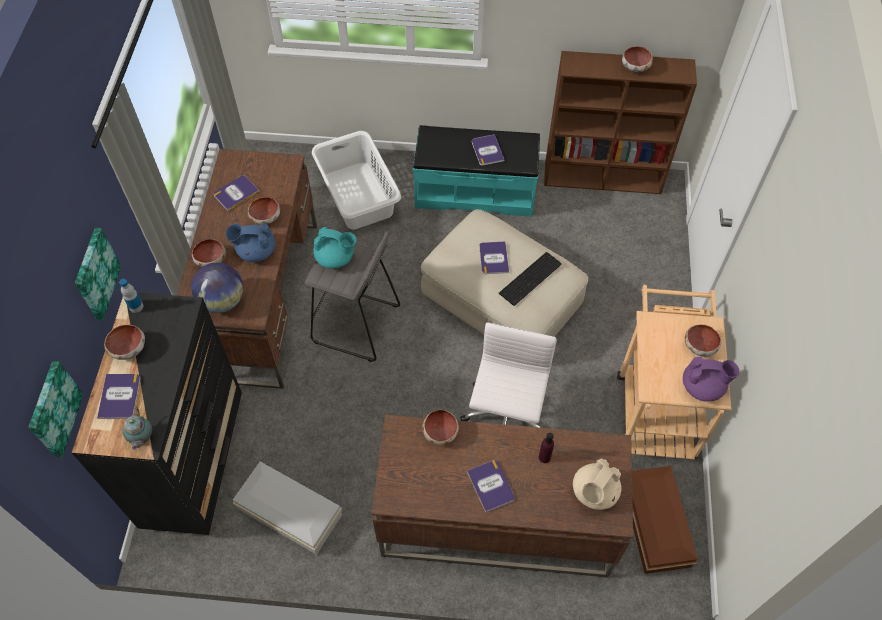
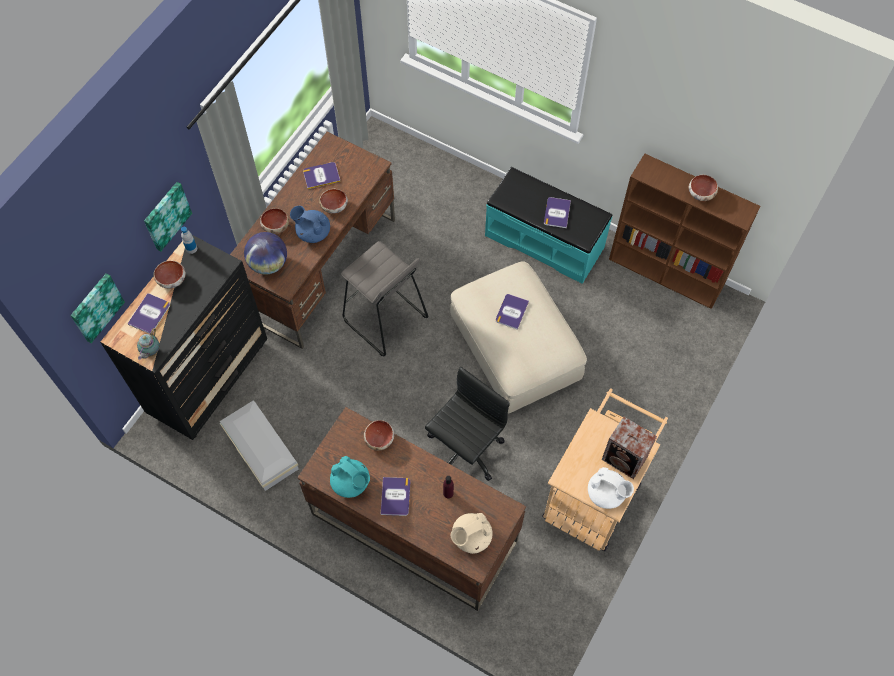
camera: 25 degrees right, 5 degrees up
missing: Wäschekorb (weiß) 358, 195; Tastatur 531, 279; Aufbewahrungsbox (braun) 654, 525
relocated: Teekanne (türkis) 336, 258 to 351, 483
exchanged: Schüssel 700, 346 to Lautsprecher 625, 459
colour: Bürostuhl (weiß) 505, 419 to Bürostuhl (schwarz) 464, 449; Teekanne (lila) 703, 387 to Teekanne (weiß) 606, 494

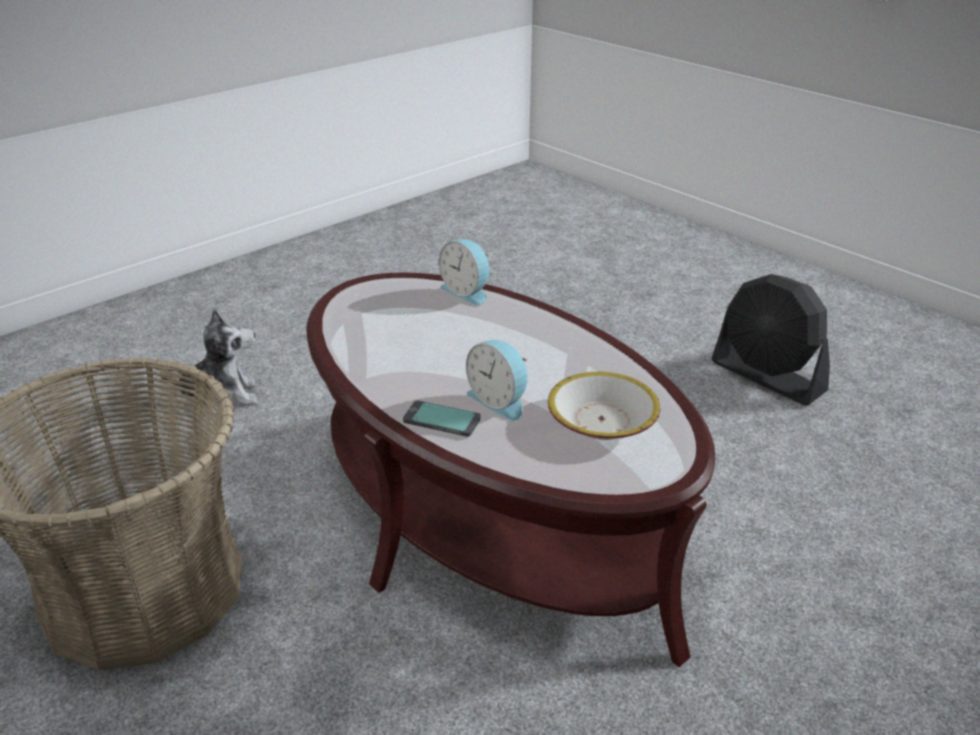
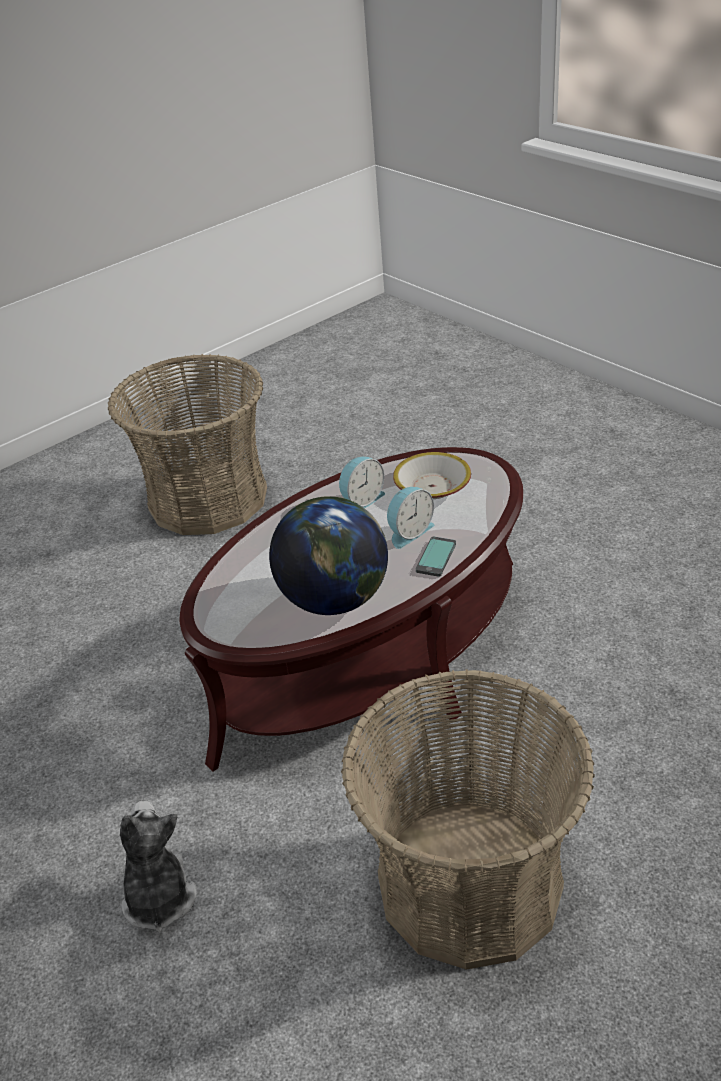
camera: 85 degrees left, 5 degrees up
appeared: Globus 335, 599
relocated: Wecker 467, 292 to 361, 500
exchanged: Ventilator (schwarz) 768, 377 to Korb 208, 498

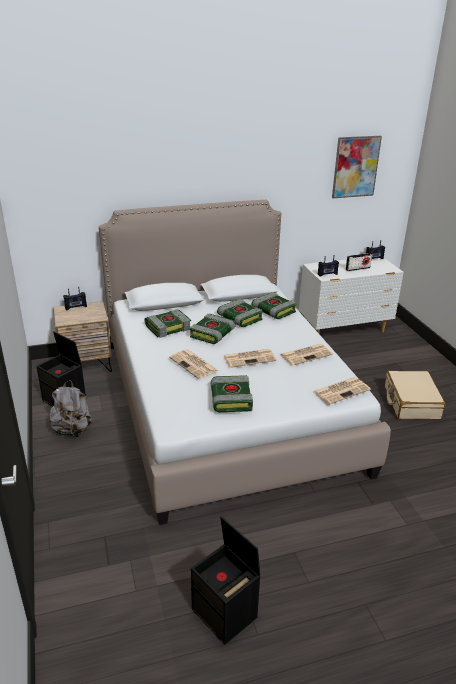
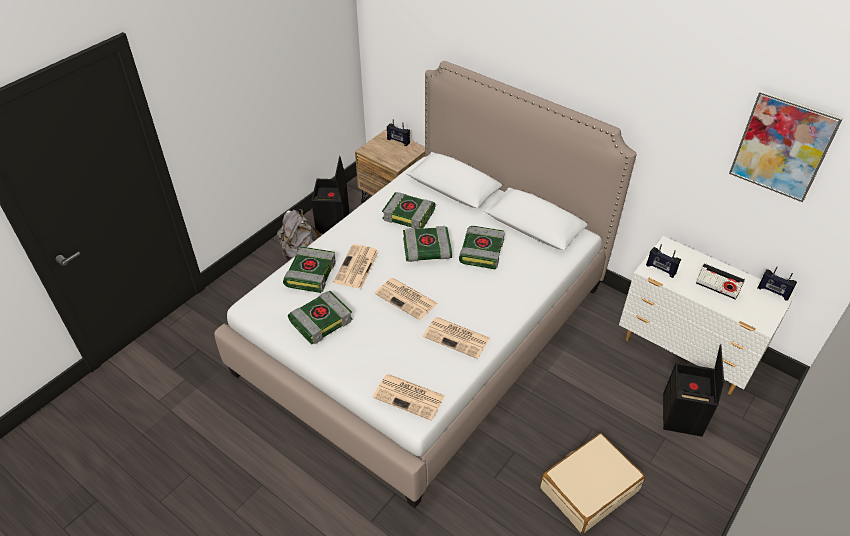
camera: 55 degrees right, 15 degrees up
relocated: Buch 272, 310 to 310, 273; Aufbewahrungsbox (schwarz) 226, 613 to 683, 416

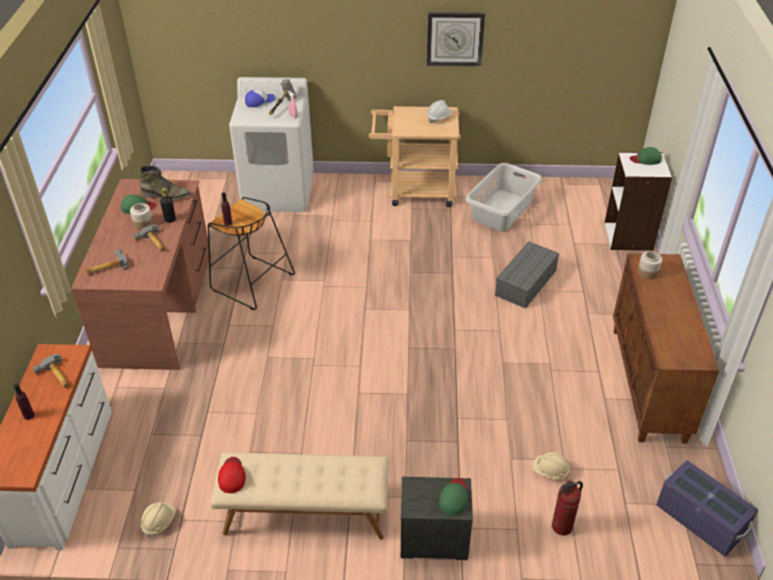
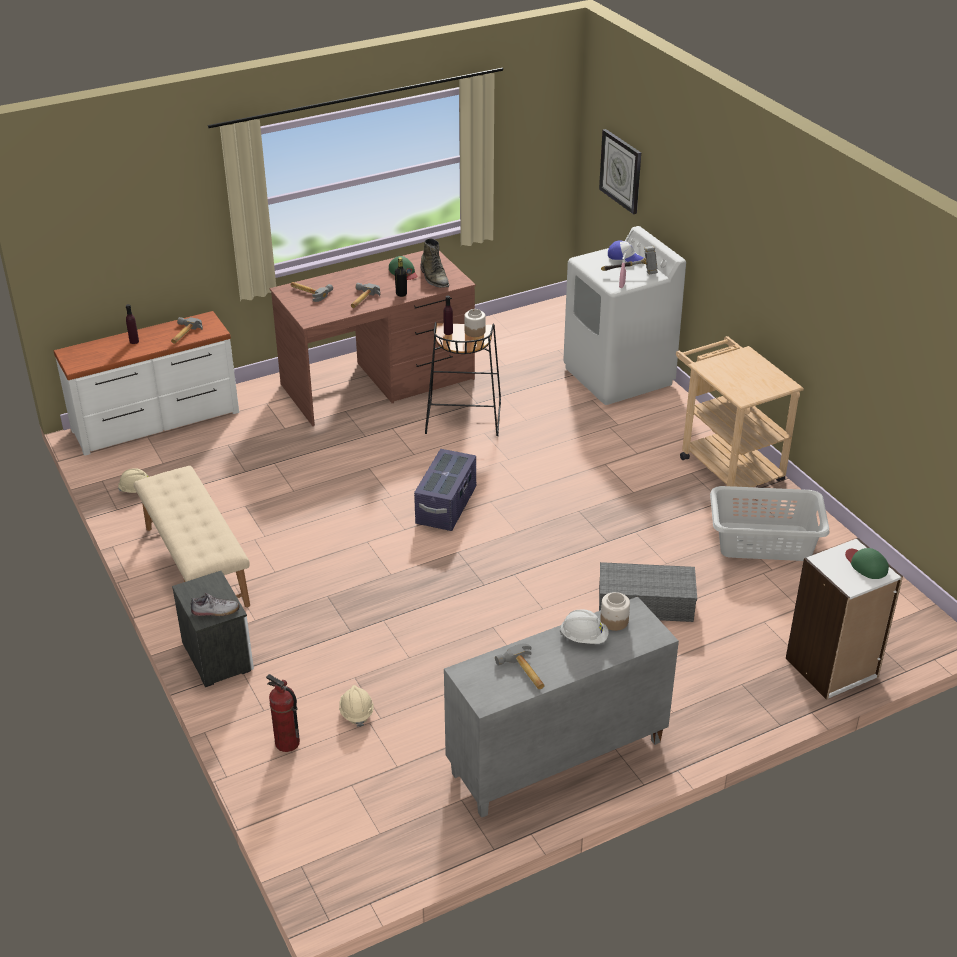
camera: 60 degrees right, 5 degrees down
missing: Kappe (rot) 232, 476
appeared: Hammer 524, 673
relocated: Aufbewahrungsbox (lila) 700, 519 to 446, 506; Vorratsglas 143, 223 to 474, 331; Schutzhelm (weiß) 439, 118 to 584, 637; Wanduhr 455, 39 to 621, 171
exchanged: Kappe (grün) 454, 497 to Schuh 215, 611
colour: Schrank (braun) 649, 384 to Schrank (grau) 556, 759

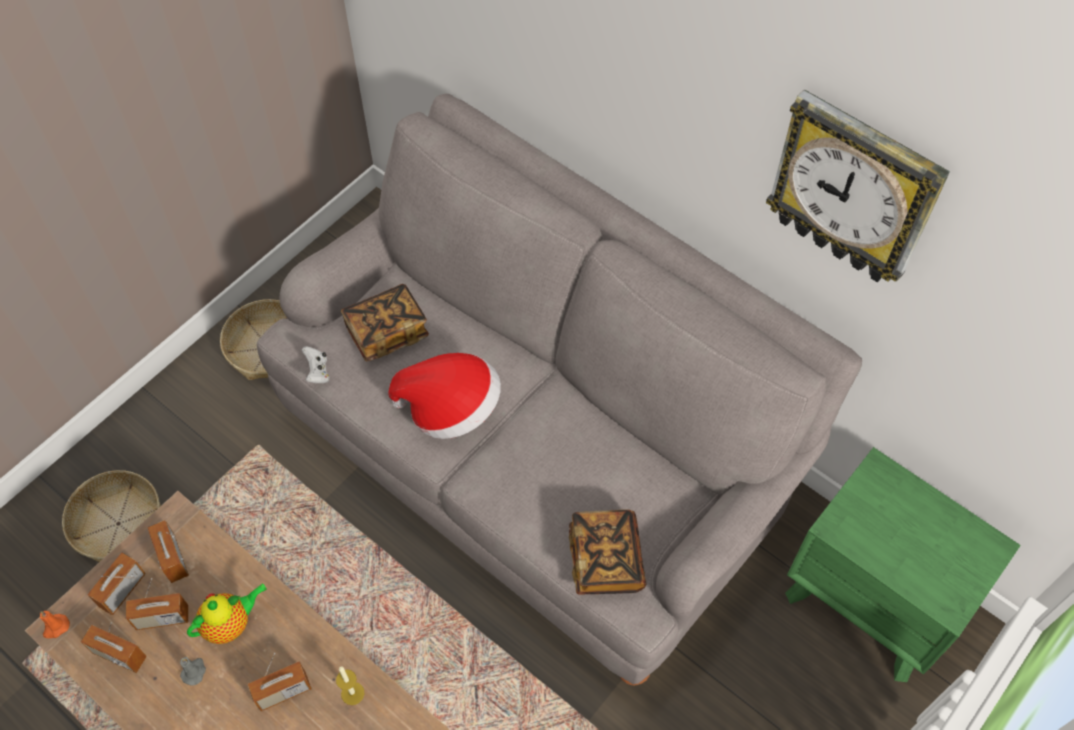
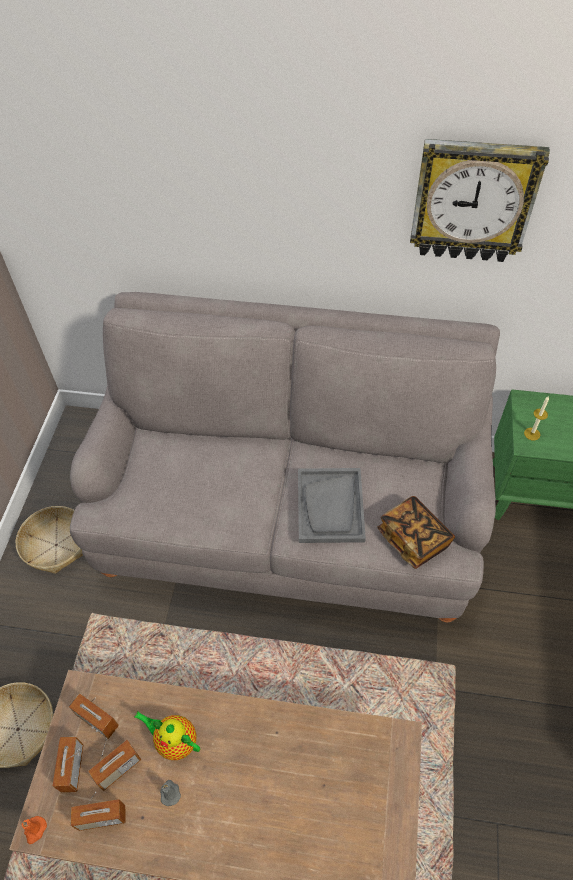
camera: 30 degrees left, 5 degrees down
missing: Radio 283, 692; Gamepad (weiß) 318, 372; Buch 386, 332; Hut 451, 408
appeared: Tablett (grau) 330, 506
relocated: Kerze 352, 693 to 532, 434
spun: Teekanne 230, 624 = 174, 740 90 degrees counterclockwise

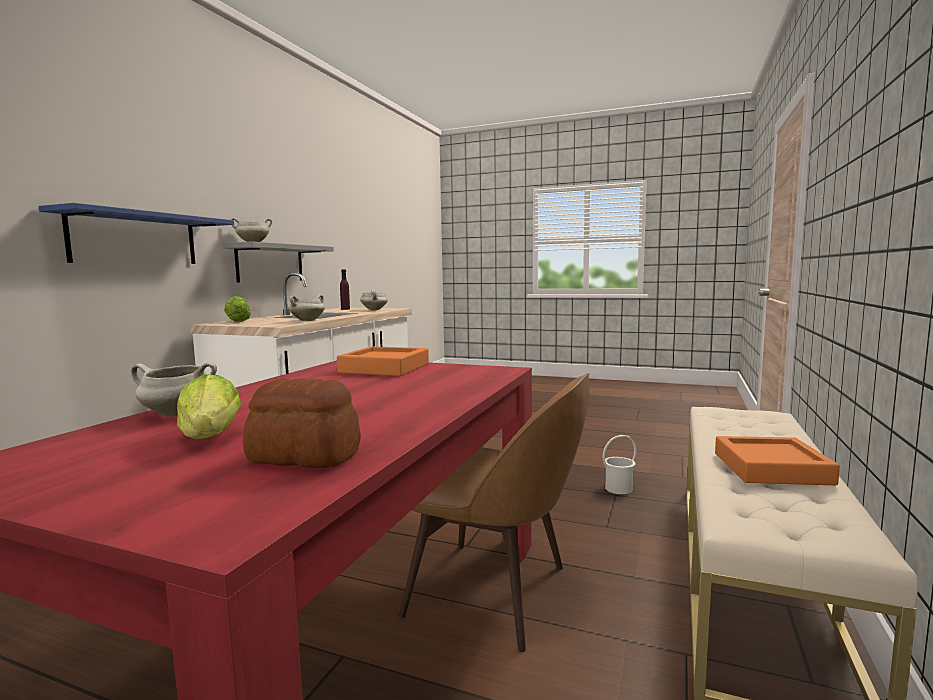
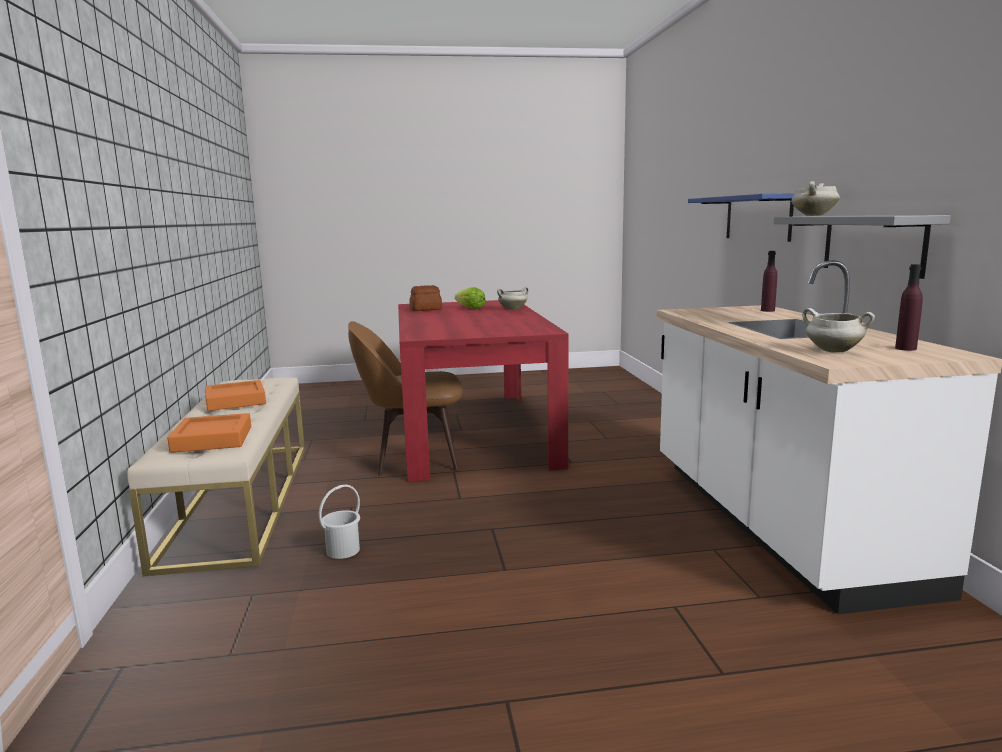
camera: 150 degrees right, 5 degrees up
missing: Kochtopf (weiß) 308, 320
relocated: Tablett (orange) 384, 368 to 212, 439
exchanged: Salatkopf 237, 321 to Flasche (lila) 767, 310

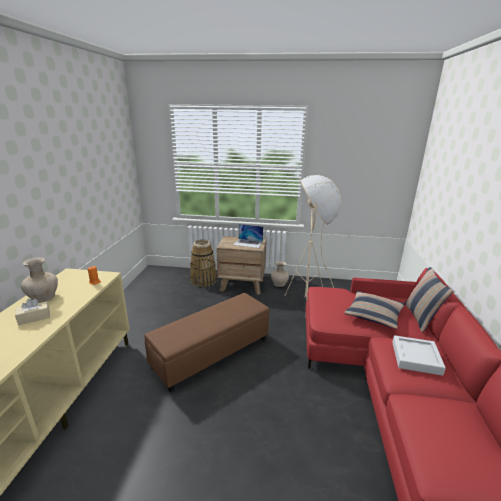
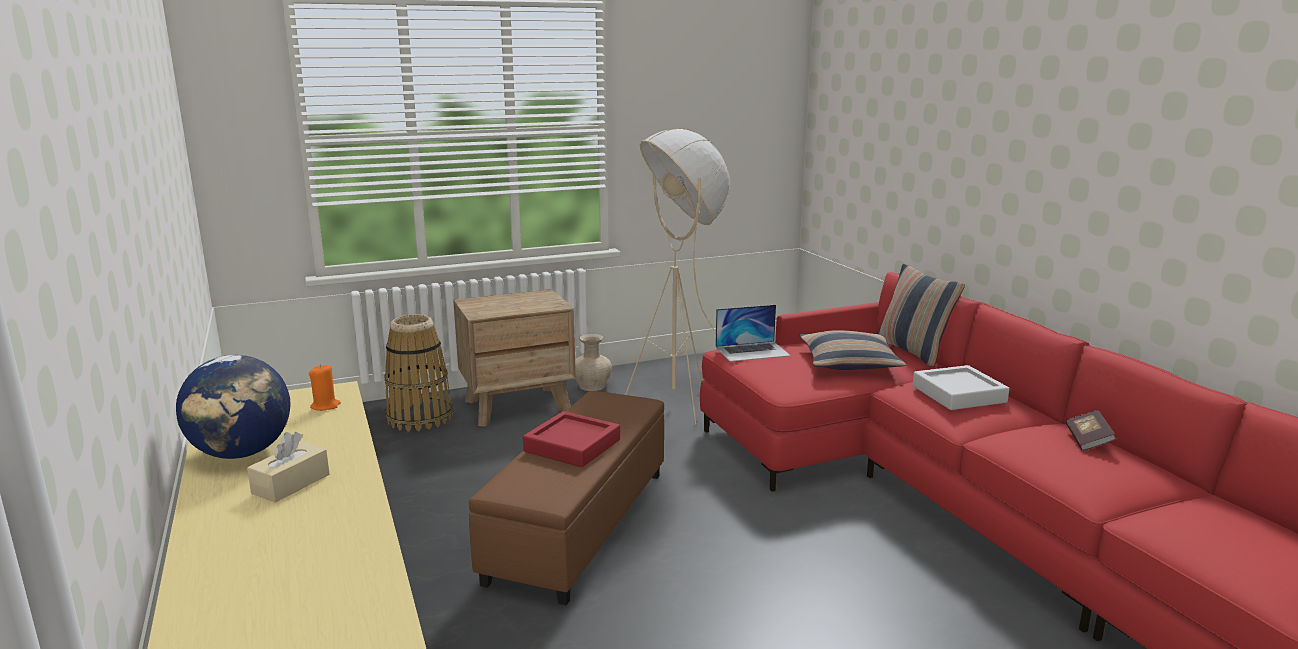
camera: 30 degrees left, 5 degrees down
appeared: Tablett (rot) 572, 445; Buch 1088, 440
relocated: Laptop 248, 243 to 752, 351
exchanged: Vase (beige) 43, 297 to Globus 242, 453

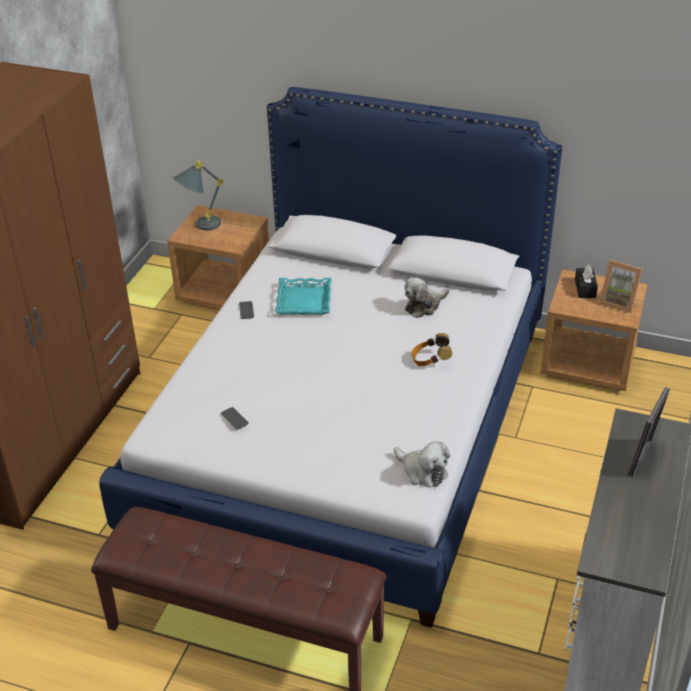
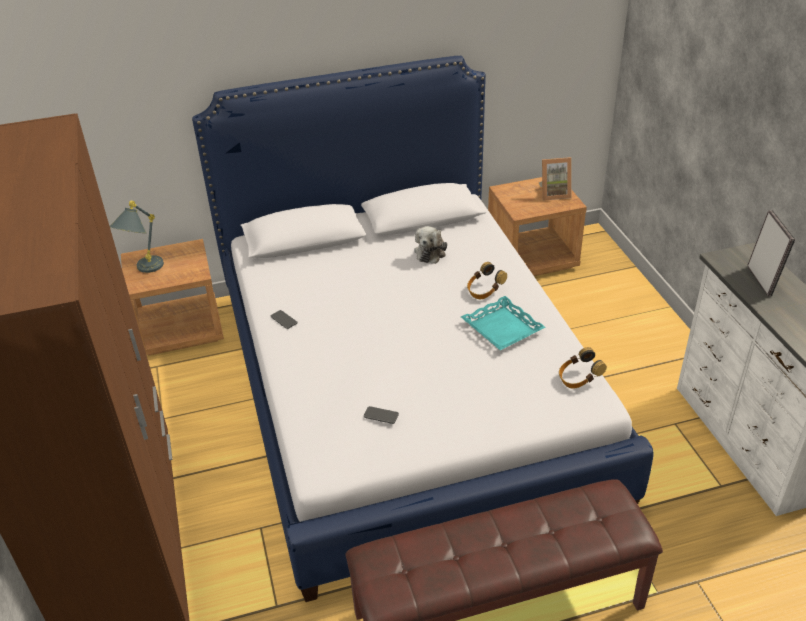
camera: 35 degrees left, 0 degrees up
missing: Taschentuchbox (schwarz) 585, 288
relocated: Tablett (türkis) 304, 301 to 502, 328
exchanged: Plüschtier 422, 471 to Kopfhörer 578, 379

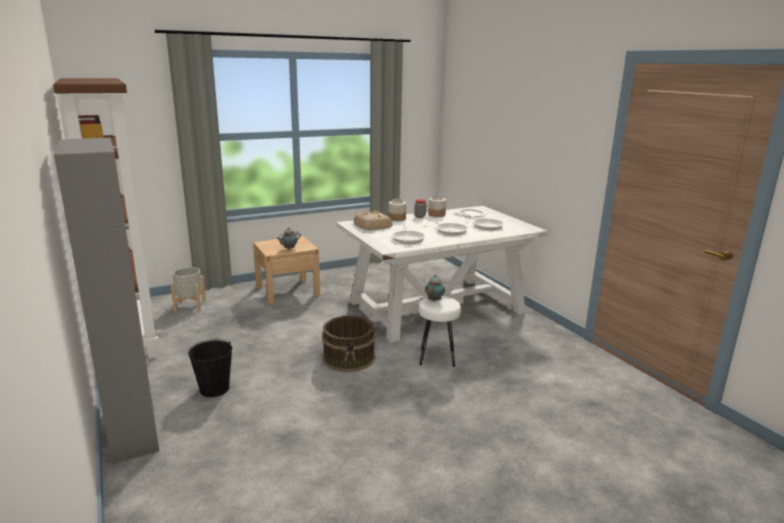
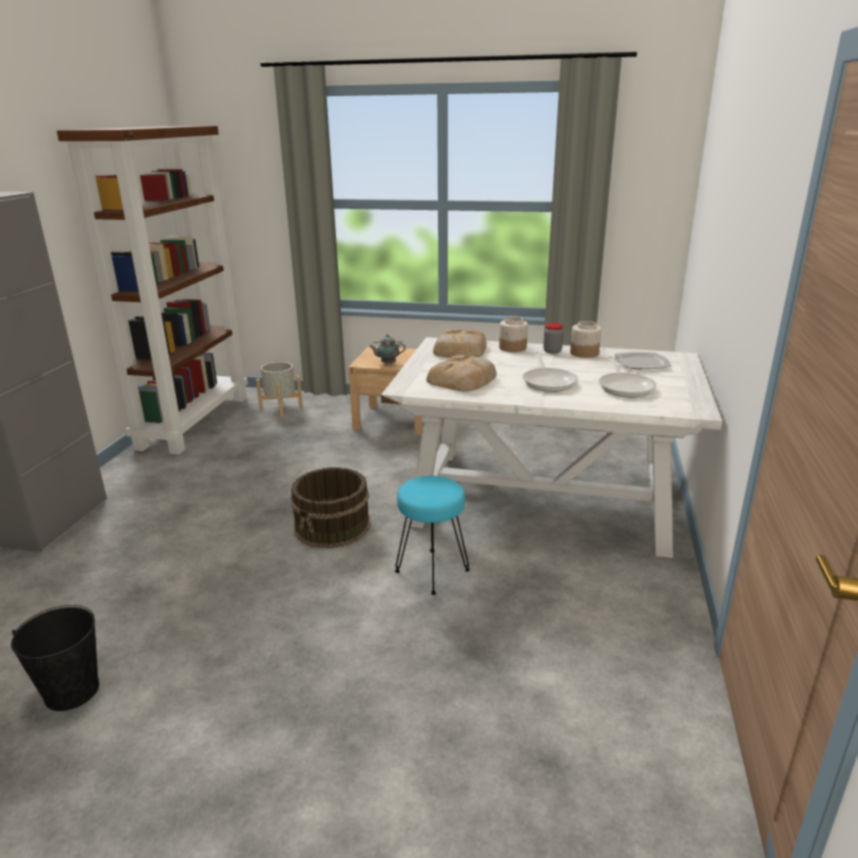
camera: 40 degrees right, 5 degrees up
missing: Teekanne 435, 300
relocated: Eimer (schwarz) 214, 389 to 72, 691
exchanged: Pfanne 408, 238 to Brot 463, 379
colour: Hocker (weiß) 437, 357 to Hocker (türkis) 431, 571

